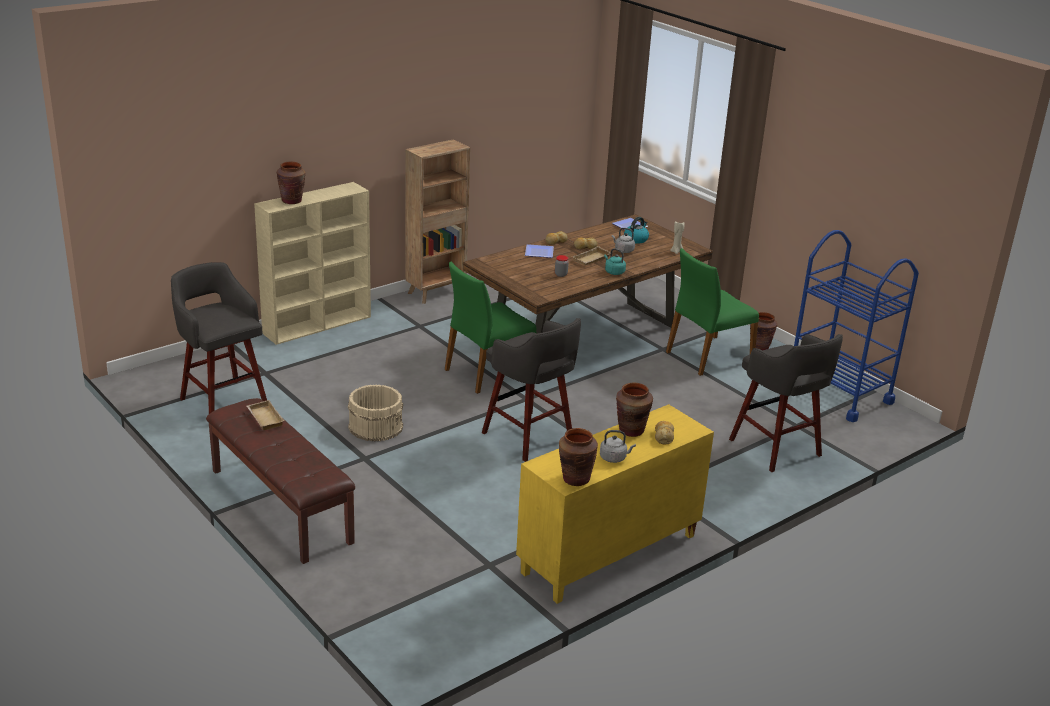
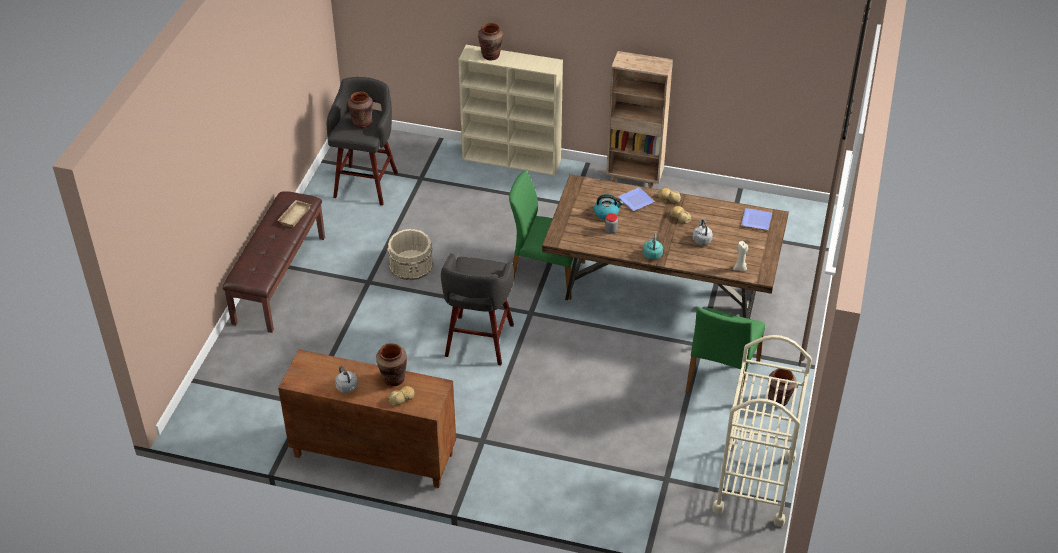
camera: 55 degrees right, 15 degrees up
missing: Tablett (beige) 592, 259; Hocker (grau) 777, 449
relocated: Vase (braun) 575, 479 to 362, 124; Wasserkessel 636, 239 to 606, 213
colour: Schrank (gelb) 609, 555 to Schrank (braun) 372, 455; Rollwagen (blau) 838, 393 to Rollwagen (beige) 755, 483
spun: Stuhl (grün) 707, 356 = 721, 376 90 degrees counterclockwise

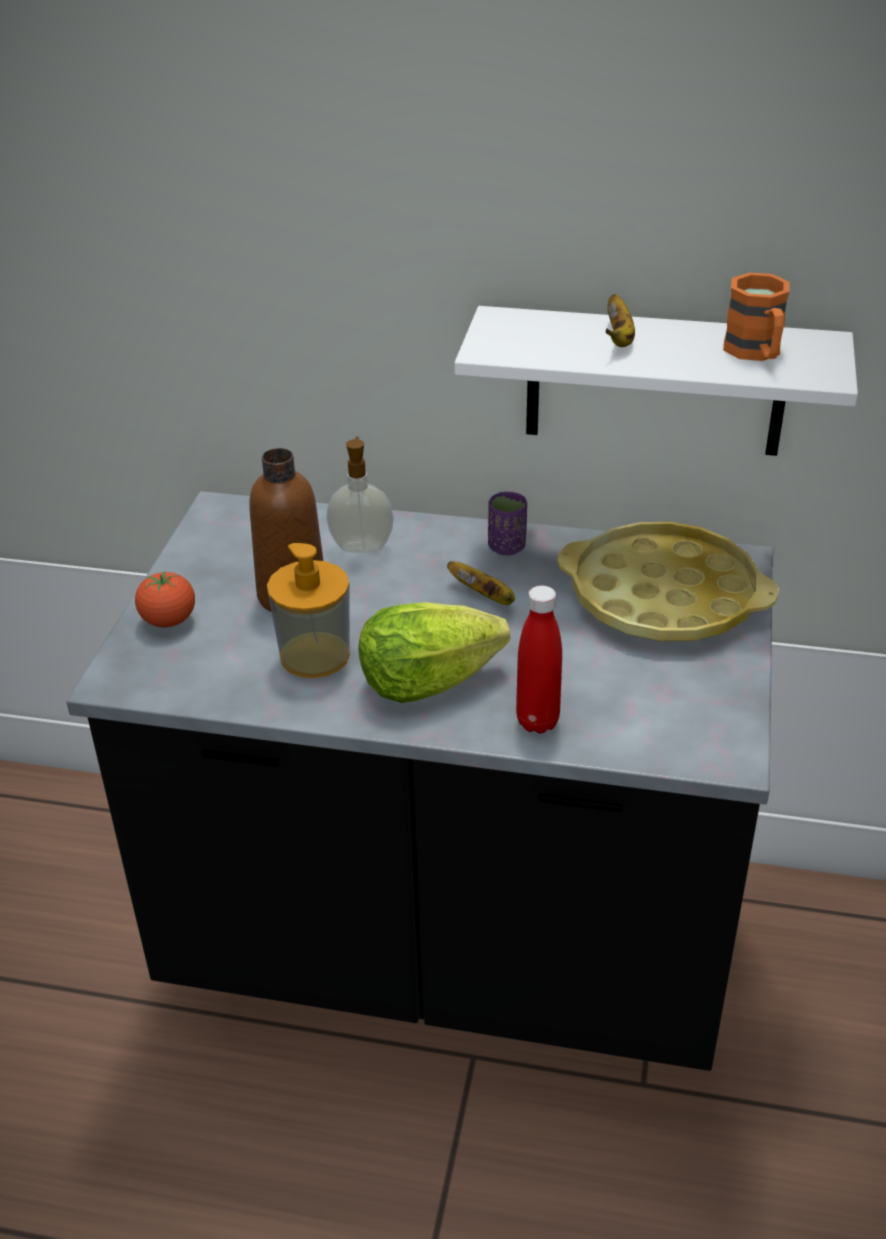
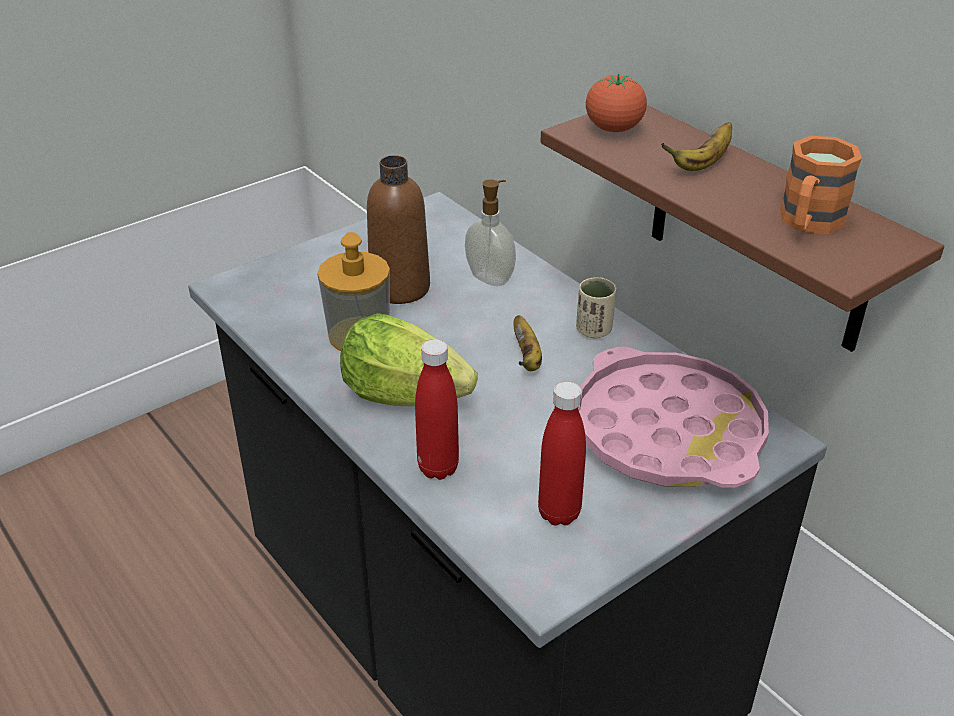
camera: 40 degrees right, 0 degrees up
appeared: Flasche (rot) 559, 513
relocated: Tomate 169, 621 to 613, 129
colour: Wandregal (weiß) 655, 382 to Wandregal (braun) 758, 228; Tasse (lila) 507, 547 to Tasse (beige) 594, 330; Tablett (gelb) 663, 596 to Tablett (rosa) 668, 432

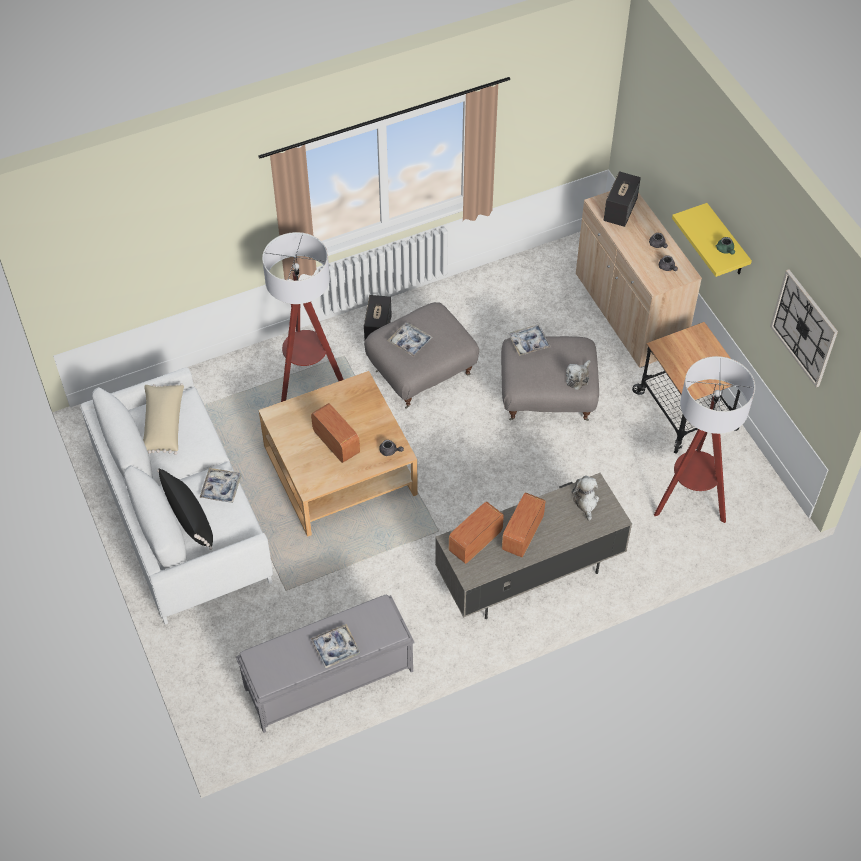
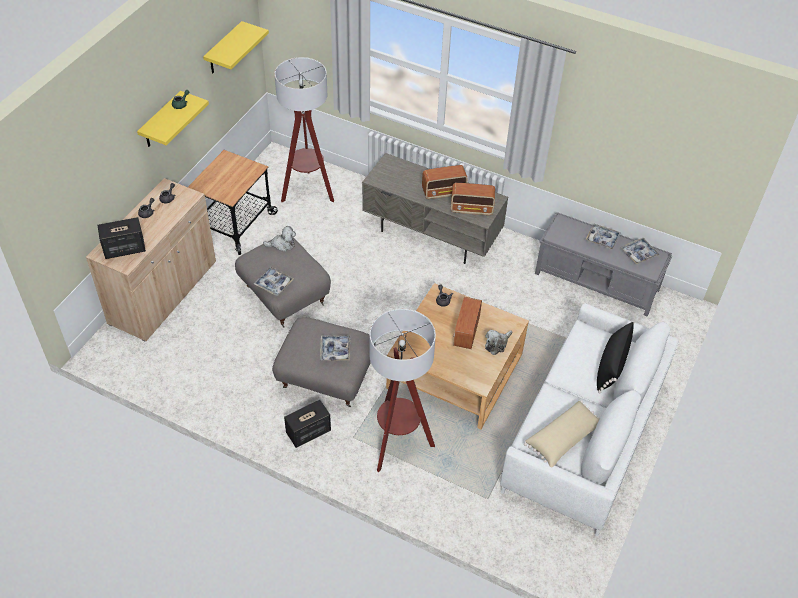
camera: 130 degrees left, 5 degrees down
relocated: Plüschtier 586, 502 to 497, 344; Tablett 221, 488 to 639, 253
exchanged: Wanduhr 804, 328 to Wandregal (gelb) 224, 49

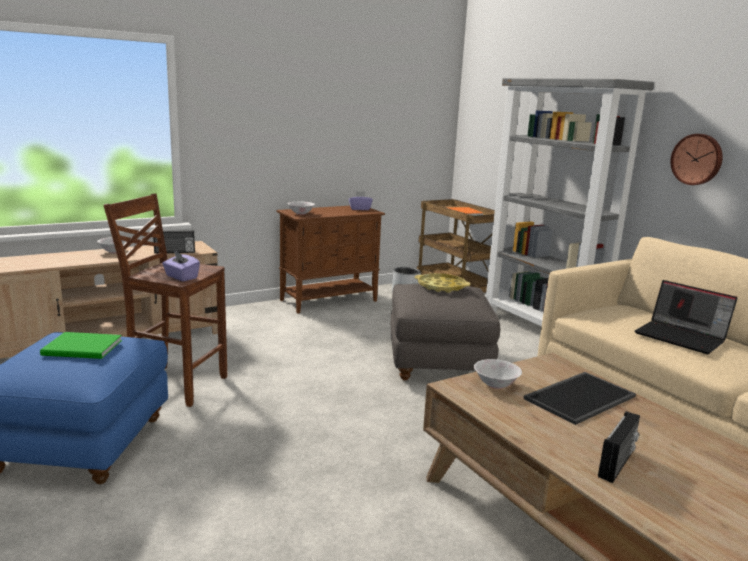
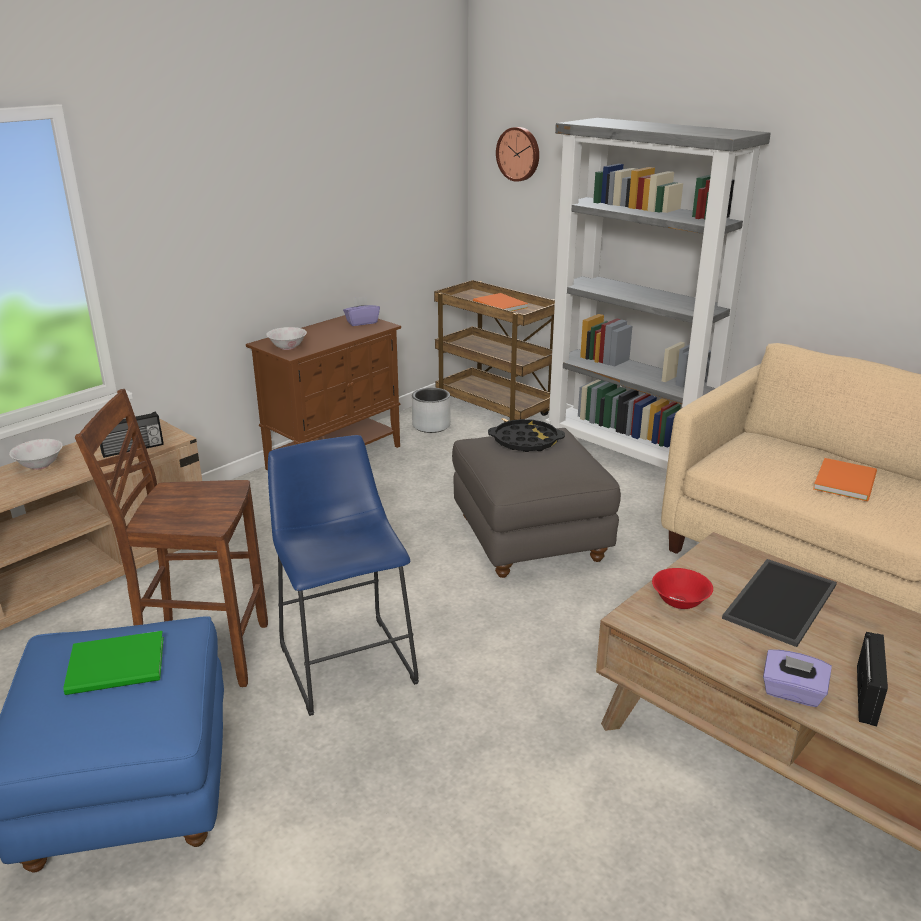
camera: 15 degrees left, 10 degrees up
appeared: Hocker (blau) 345, 658
relocated: Wanduhr 697, 159 to 519, 154; Taschentuchbox (lila) 181, 277 to 792, 693
exchanged: Laptop 682, 337 to Buch (orange) 847, 481
colour: Tablett (gelb) 441, 287 to Tablett (schwarz) 525, 441; Schüssel (weiß) 495, 384 to Schüssel (rot) 679, 602

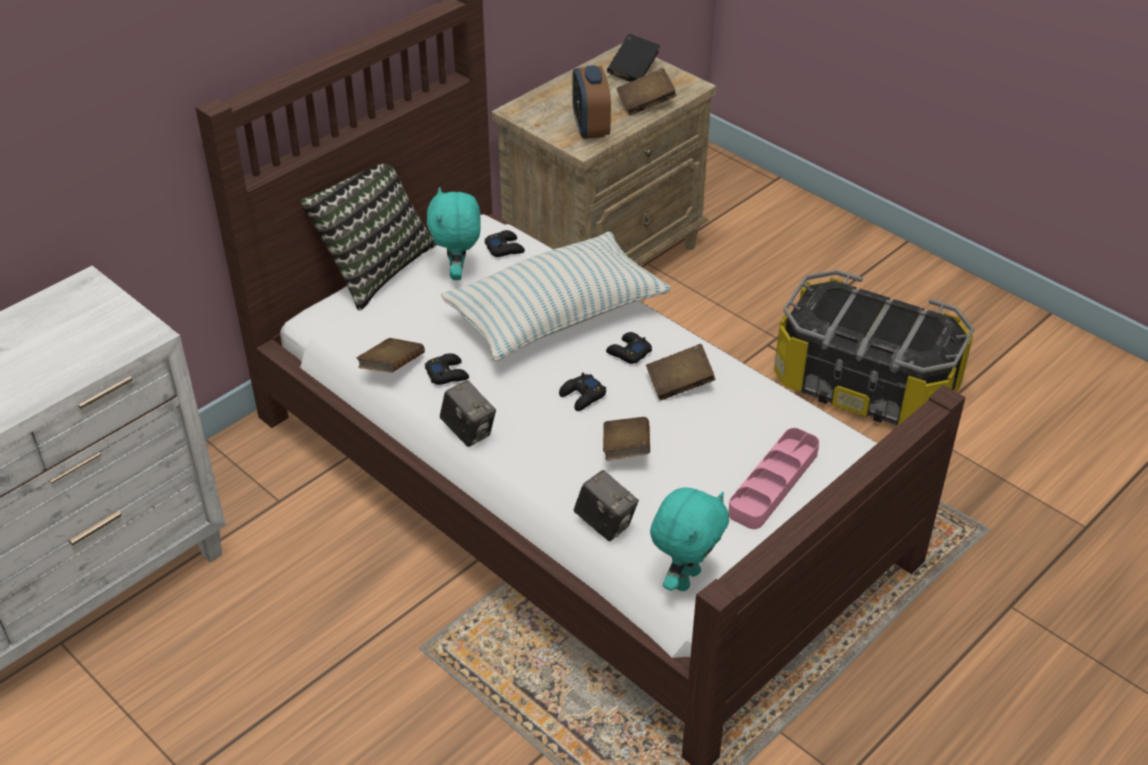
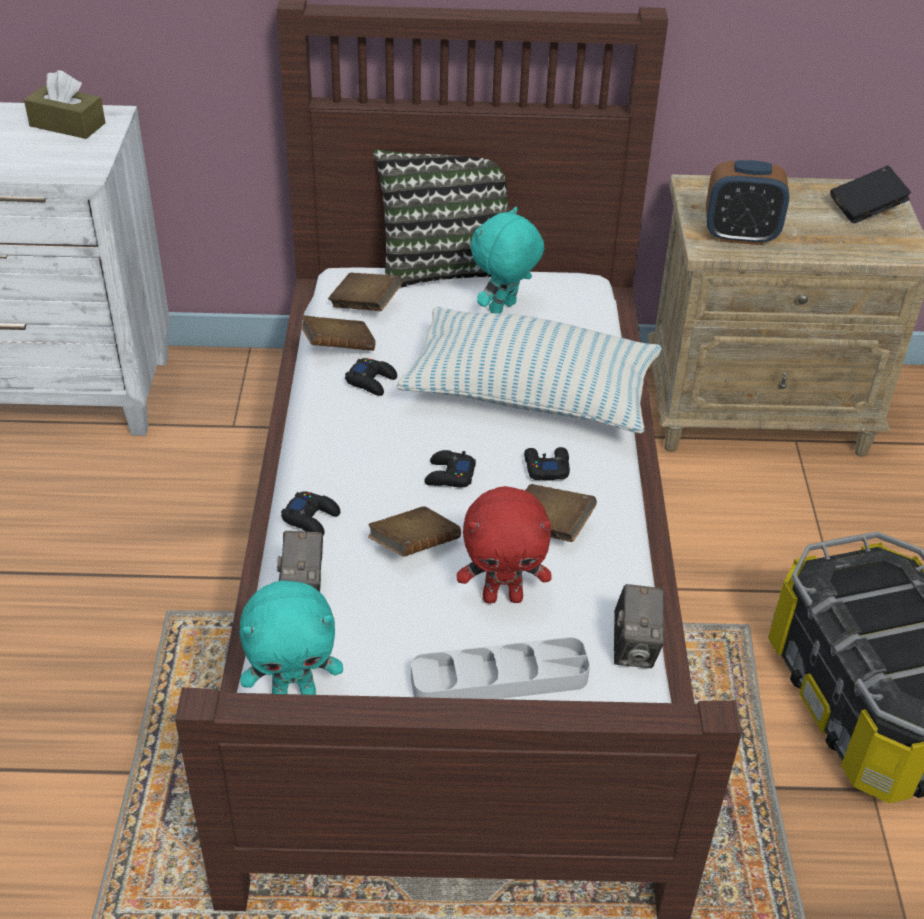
camera: 45 degrees right, 0 degrees up
appeared: Taschentuchbox (braun) 67, 125; Plüschtier (rot) 503, 596
relocated: Gamepad (schwarz) 505, 248 to 311, 518; Buch (braun) 646, 104 to 365, 305; Kamera 468, 431 to 634, 648
colour: Tablett (rosa) 773, 483 to Tablett (grau) 499, 679
spun: Wecker 590, 128 = 740, 235 120 degrees counterclockwise

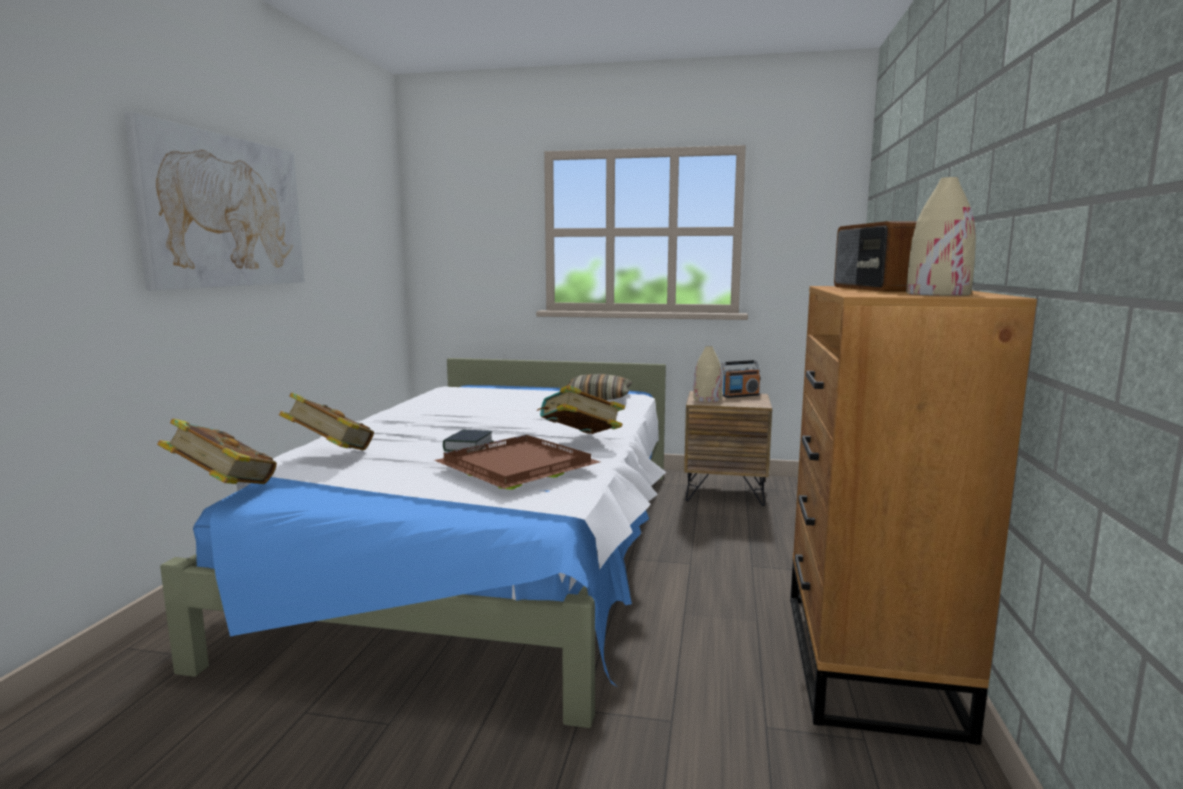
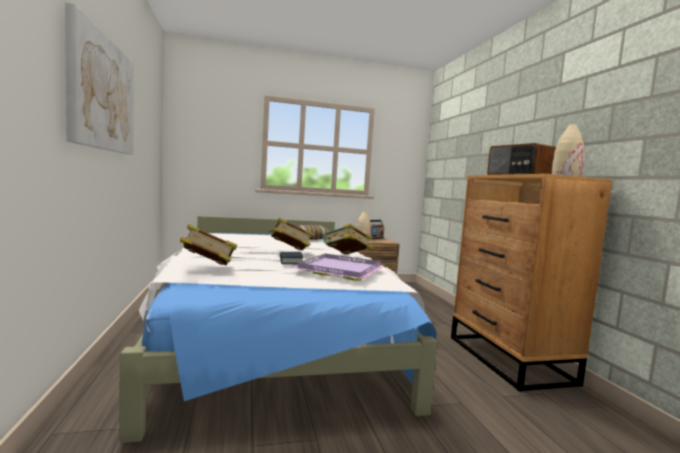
camera: 25 degrees left, 5 degrees down
relocated: Buch 223, 489 to 289, 252
colour: Tablett (braun) 516, 467 to Tablett (lila) 341, 270

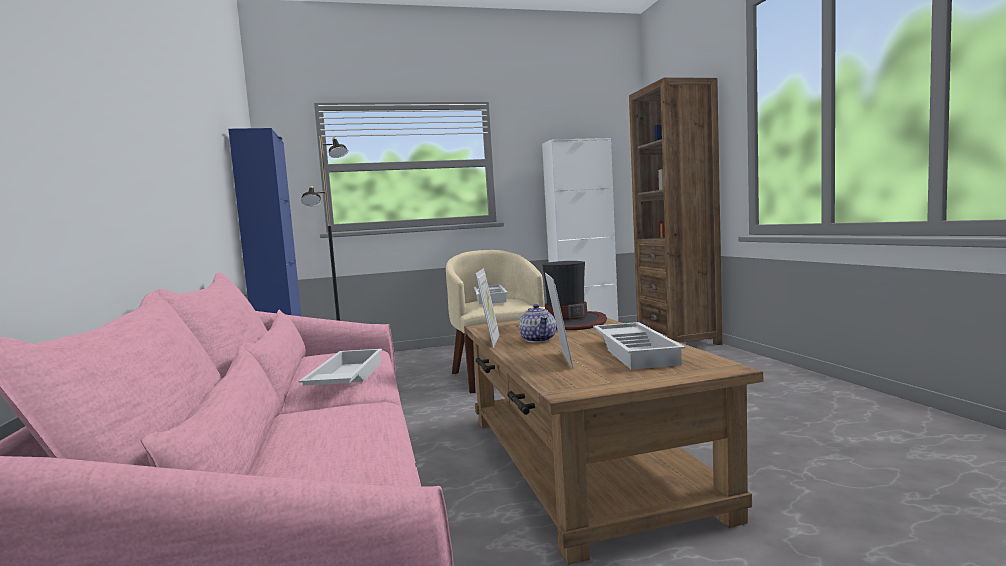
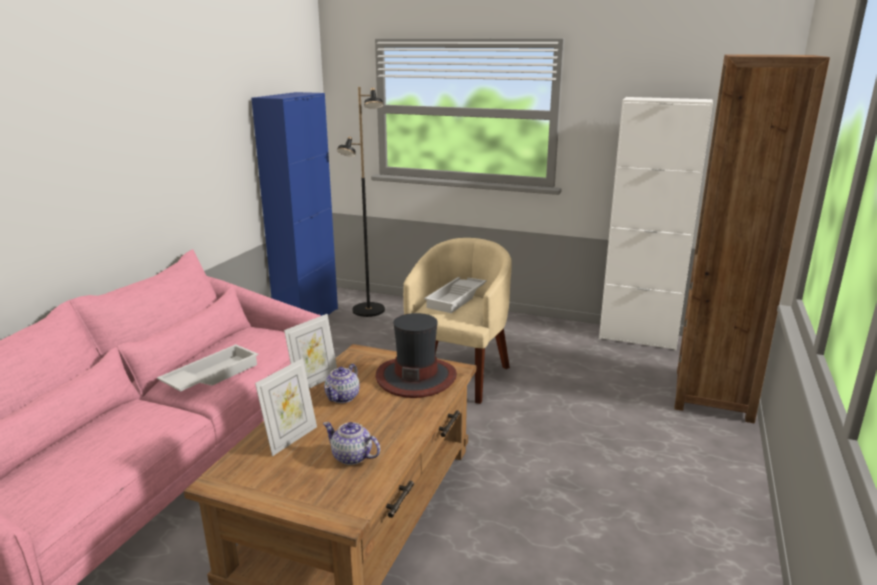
camera: 35 degrees right, 15 degrees up
exchanged: Tablett (weiß) 637, 352 to Teekanne 352, 457

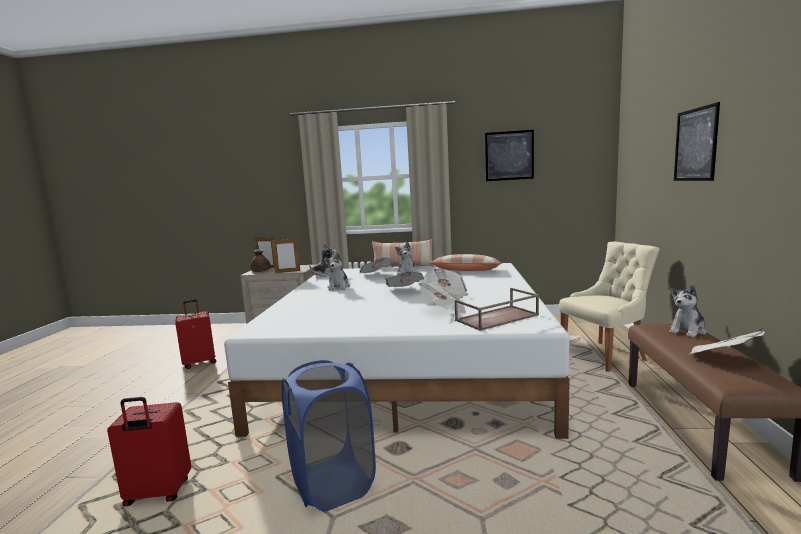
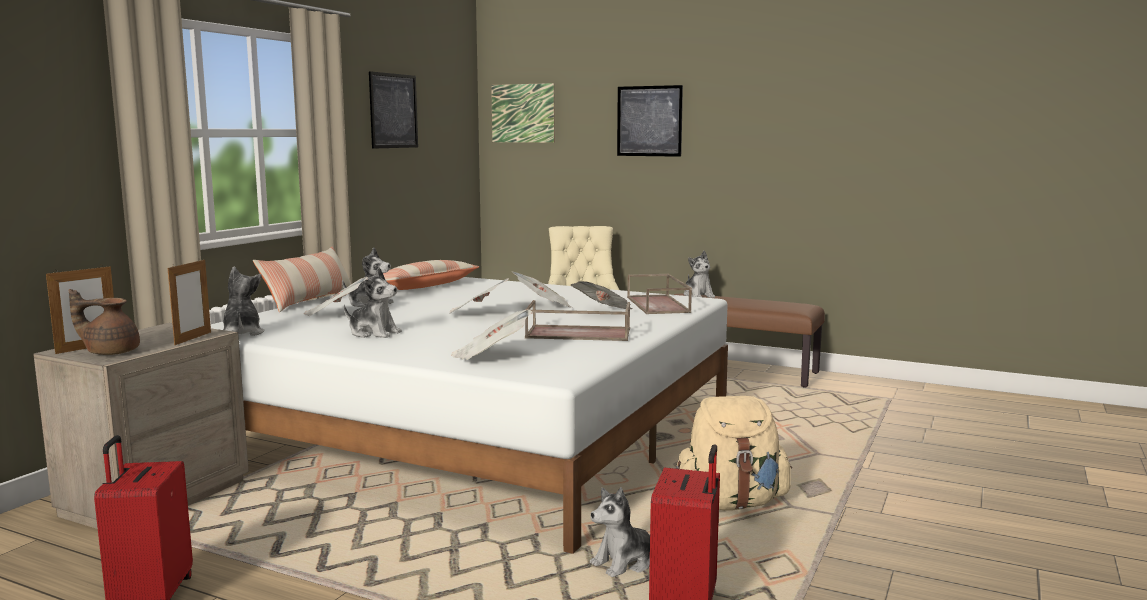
camera: 70 degrees left, 0 degrees up
appeared: Bild 523, 113; Tablett (braun) 577, 334; Plüschtier 624, 563
relocated: Zeitung 721, 358 to 491, 356
exchanged: Wäschekorb (blau) 332, 483 to Rucksack (beige) 731, 503

